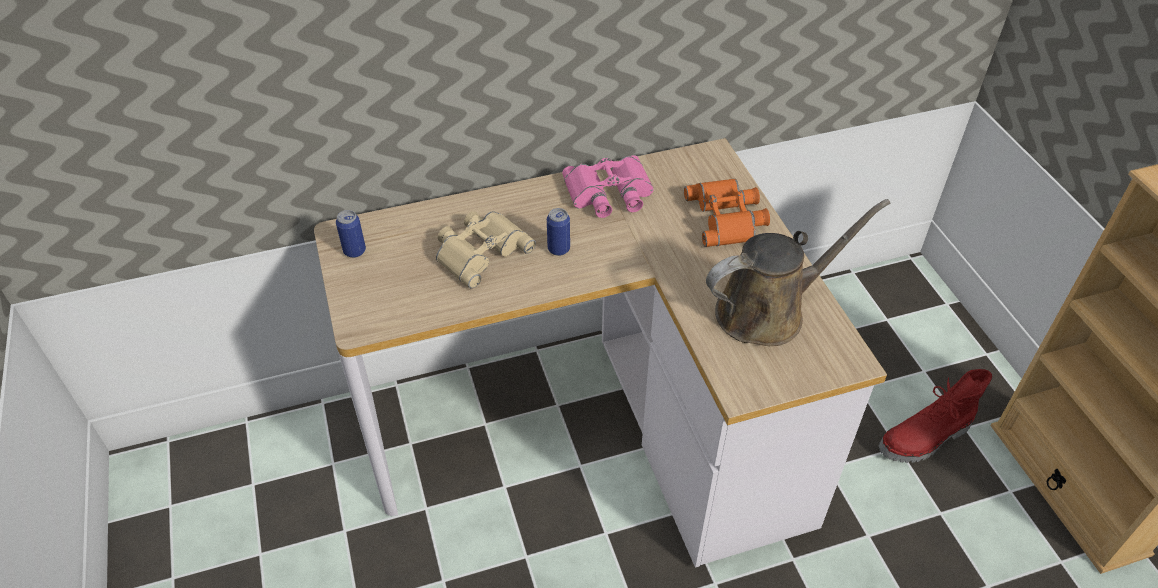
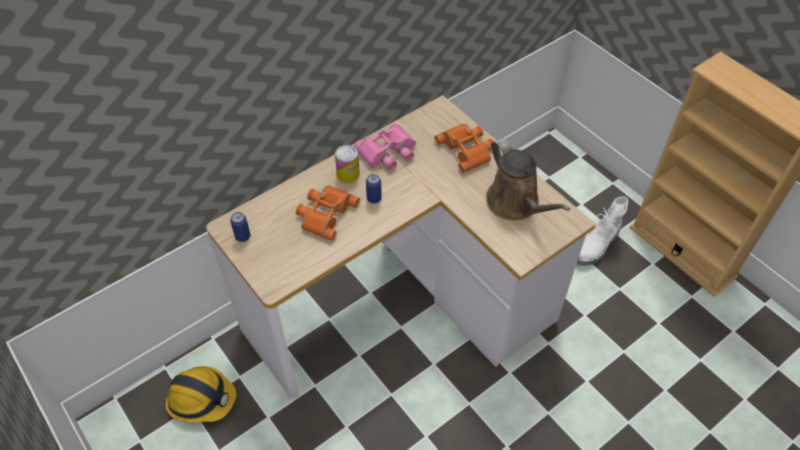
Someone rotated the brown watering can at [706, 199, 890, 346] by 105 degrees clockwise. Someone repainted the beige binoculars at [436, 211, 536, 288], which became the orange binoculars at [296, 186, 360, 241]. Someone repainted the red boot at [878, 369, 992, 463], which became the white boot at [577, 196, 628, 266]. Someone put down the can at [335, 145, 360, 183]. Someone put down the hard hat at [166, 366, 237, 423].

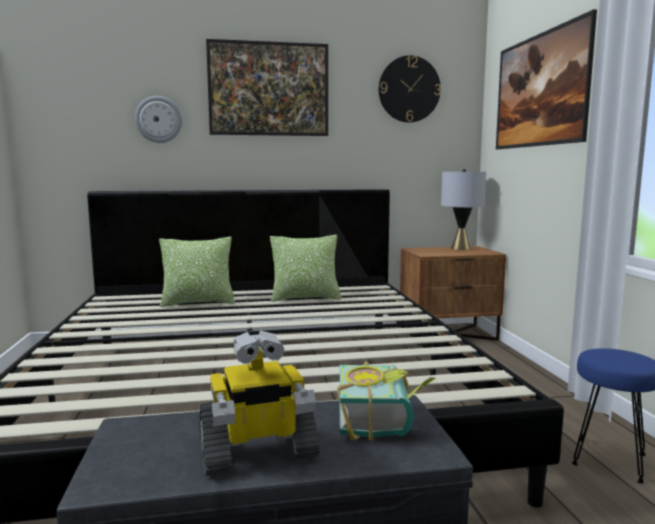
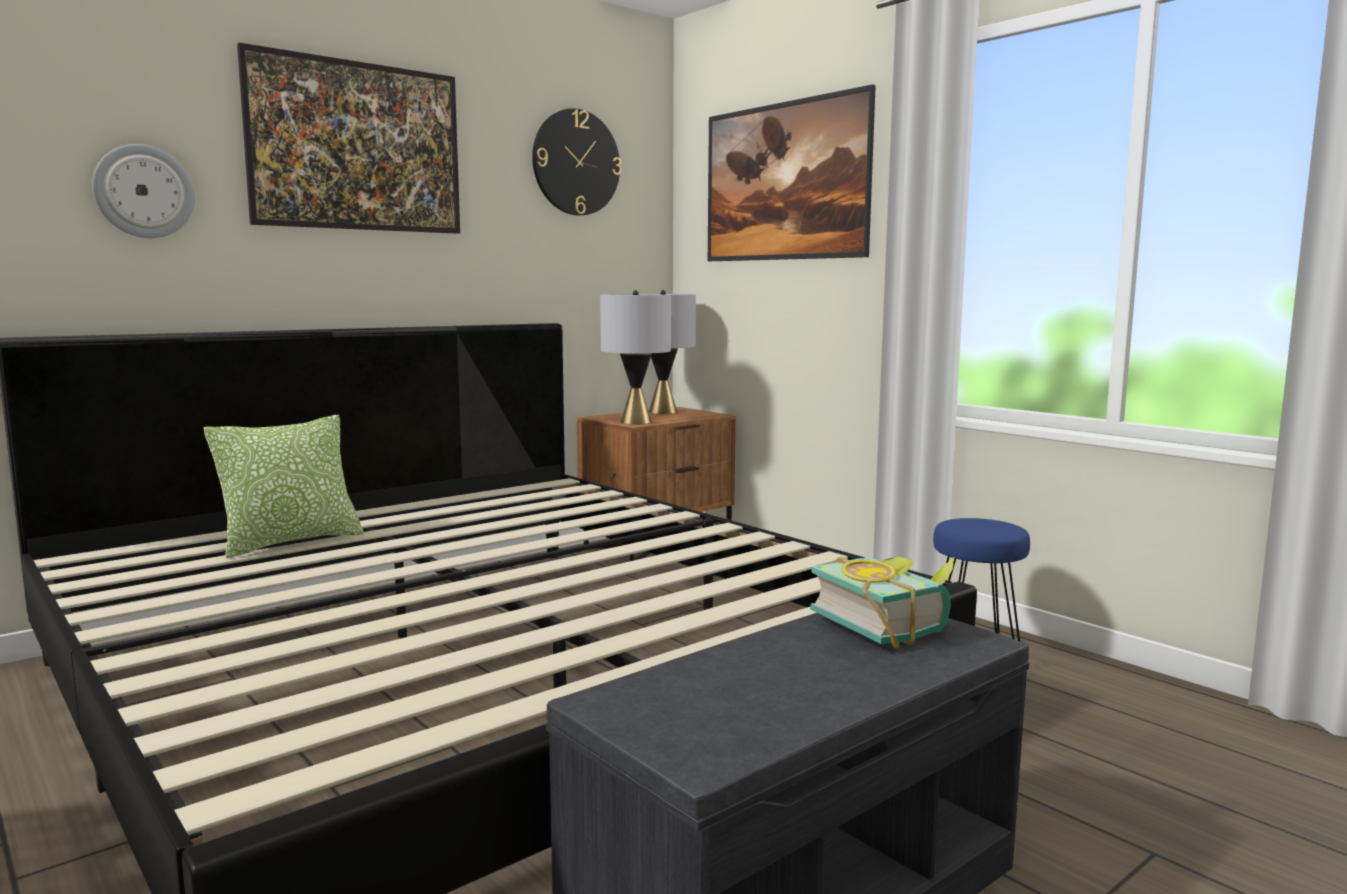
Someone took away the pillow at [270, 235, 341, 302]. Someone took away the toy robot at [199, 330, 320, 476]. Someone put down the grey table lamp at [600, 290, 671, 425].

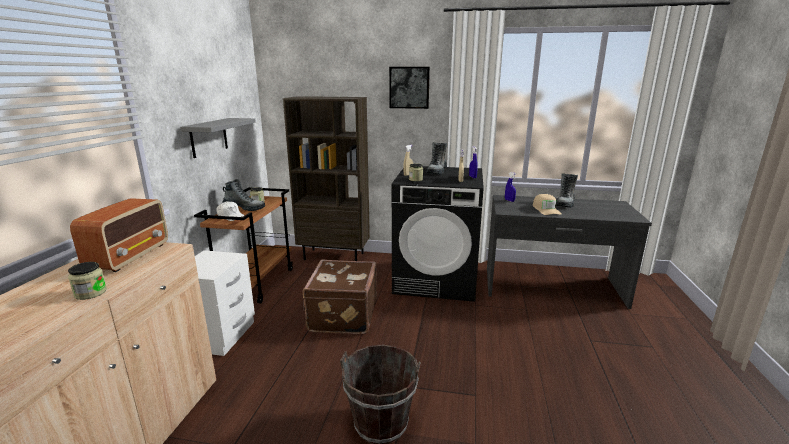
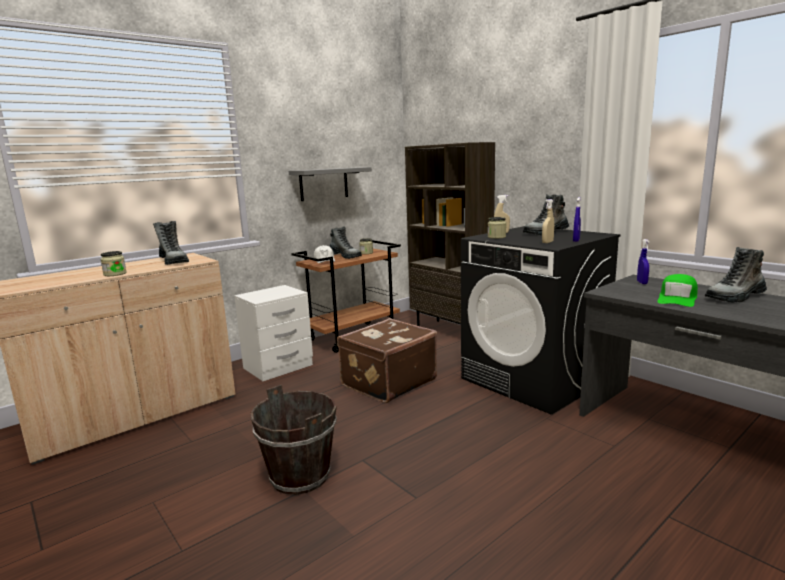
Someone took away the picture at [389, 67, 430, 109]. Someone repainted the beige cap at [533, 194, 562, 215], which became the green cap at [657, 274, 698, 307]. Someone swapped the radio at [70, 198, 168, 272] for the boot at [153, 221, 189, 265].

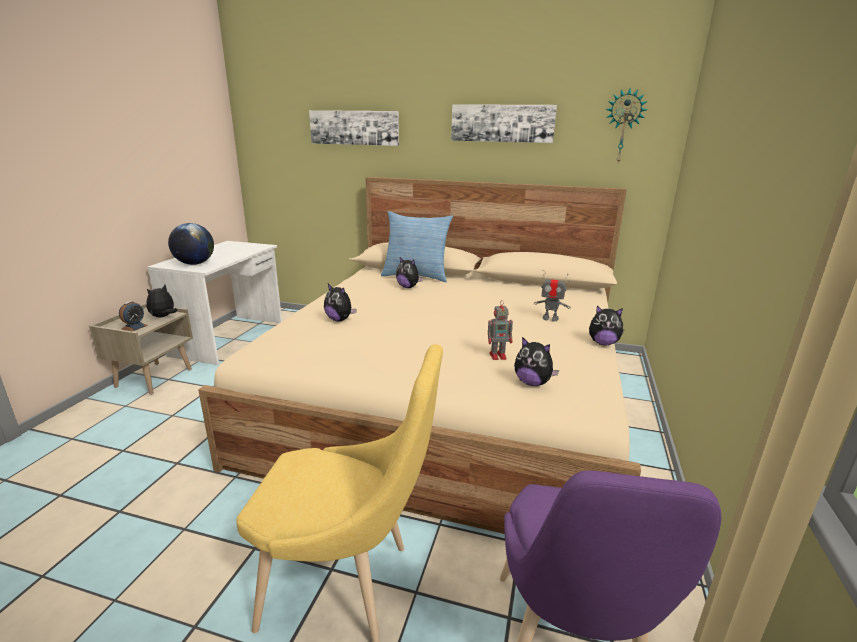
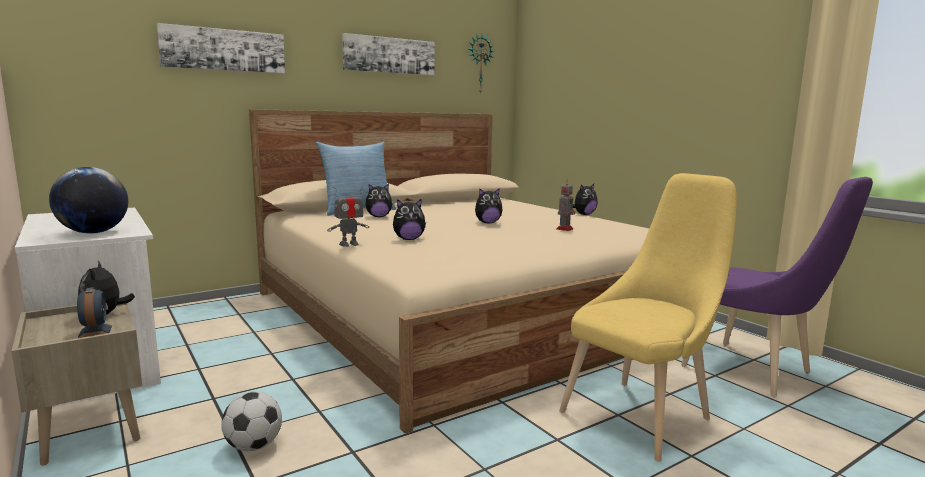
Someone carried the toy robot from [534, 270, 571, 321] to [327, 187, 369, 247]. Someone carried the plush toy from [514, 337, 559, 386] to [475, 188, 503, 224]. Someone put down the football at [221, 392, 282, 451].

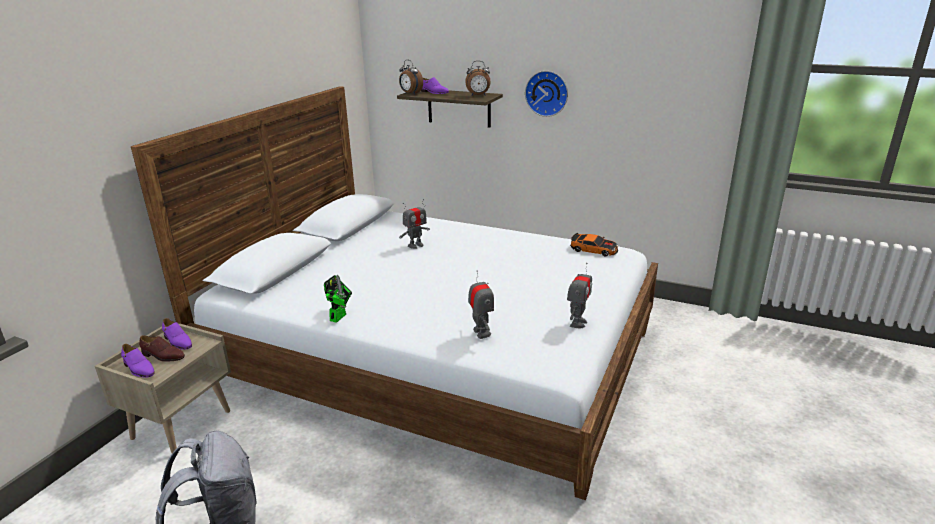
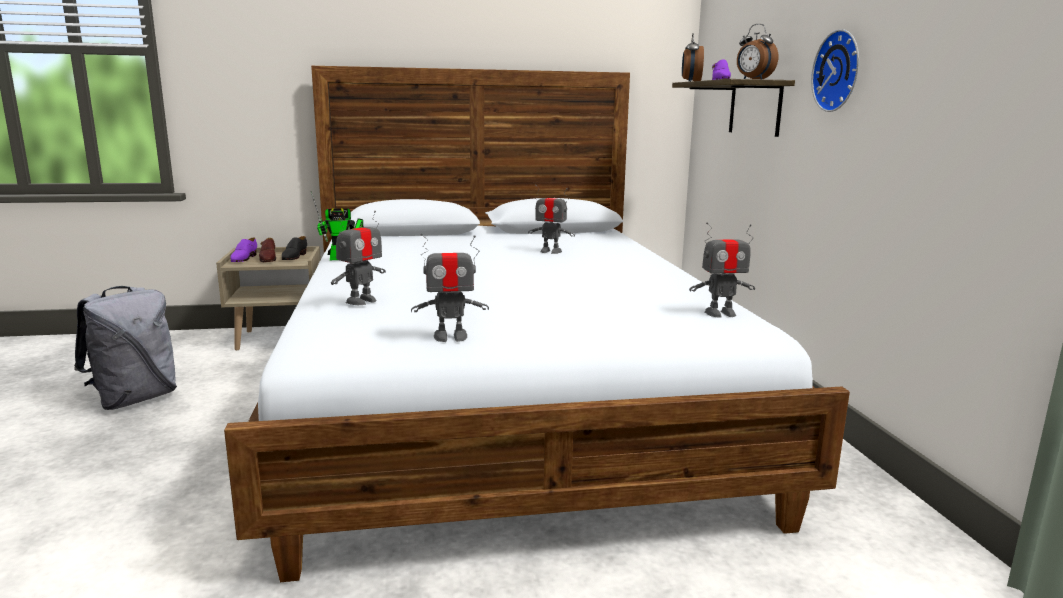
Someone swapped the toy car at [570, 233, 618, 256] for the toy robot at [689, 222, 755, 318]. Someone repainted the purple shoe at [162, 318, 192, 350], which became the black shoe at [282, 236, 307, 260].

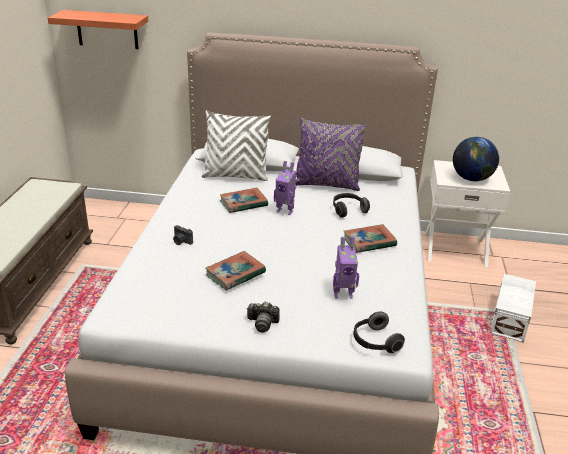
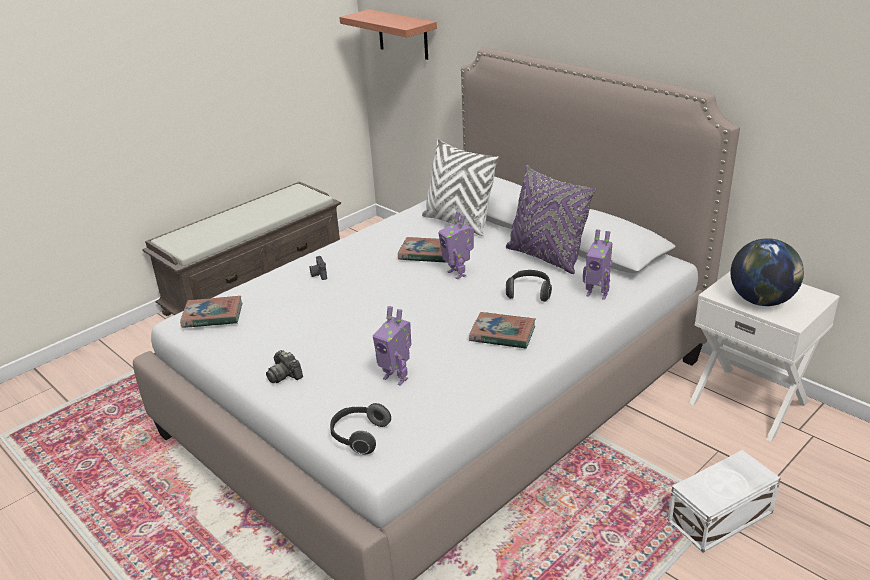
Someone carried the book from [205, 251, 266, 290] to [180, 296, 242, 328]. Someone put down the toy robot at [583, 229, 612, 300].

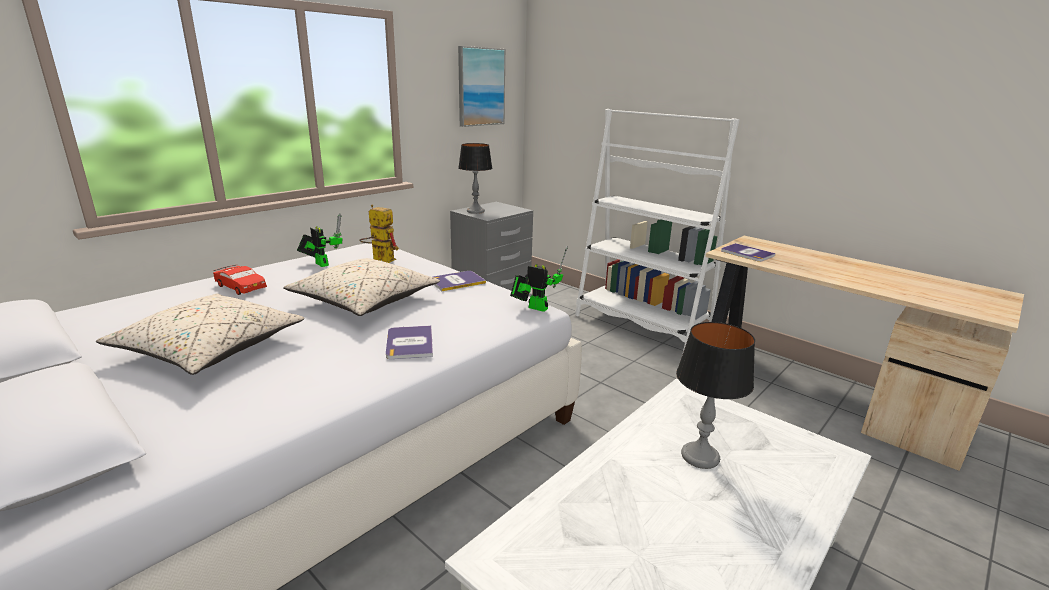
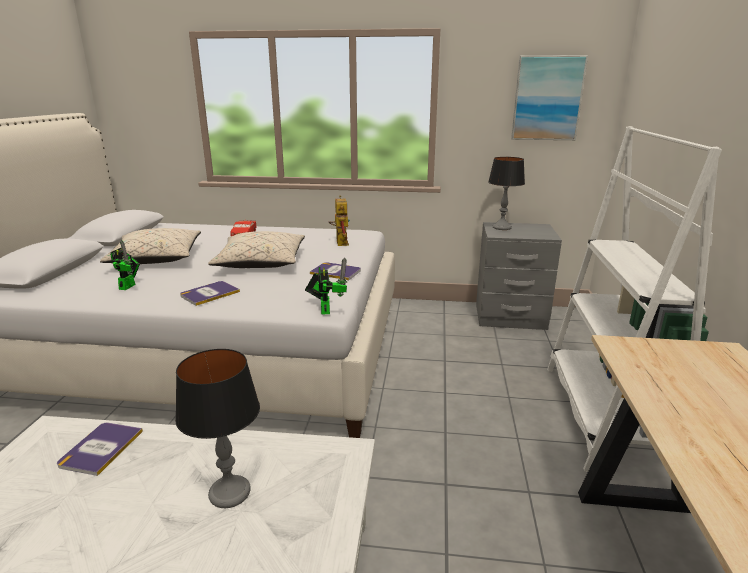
Someone carried the toy robot from [297, 213, 342, 267] to [110, 240, 140, 290]. Someone carried the book from [721, 243, 776, 262] to [57, 423, 143, 476].

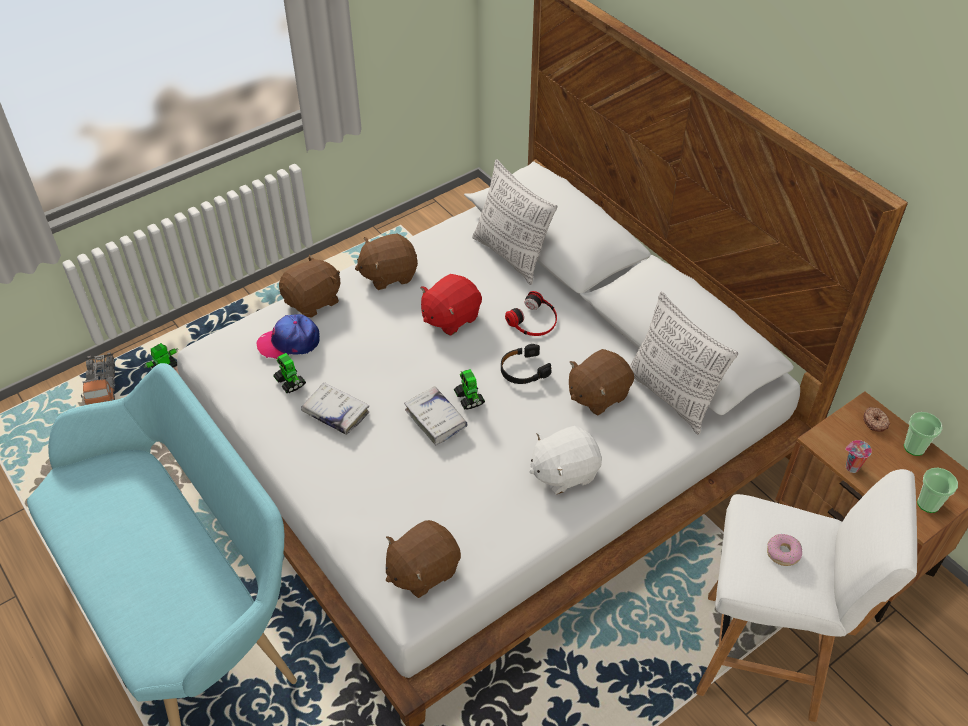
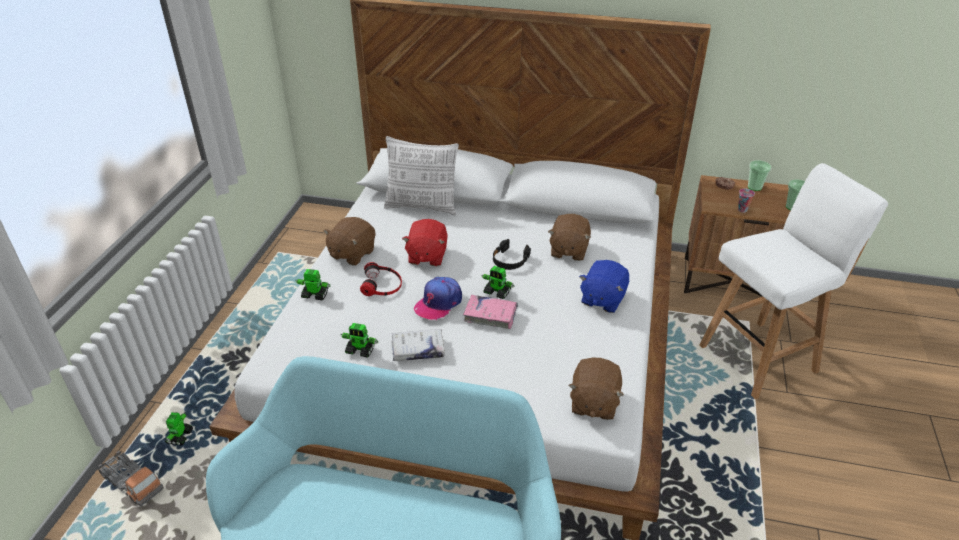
Someone swapped the brown plush toy at [279, 254, 340, 318] for the toy robot at [295, 269, 330, 300]. Someone carried the headphones from [505, 291, 557, 336] to [360, 262, 402, 296]. Someone took away the pillow at [629, 292, 738, 435]. Someone carried the cap from [256, 314, 320, 359] to [414, 277, 462, 320]. Someone repainted the white book at [404, 386, 468, 445], which became the pink book at [463, 295, 518, 329]. Someone repainted the white plush toy at [529, 426, 602, 495], which became the blue plush toy at [579, 260, 629, 313]. Someone took away the donut at [767, 534, 802, 566].

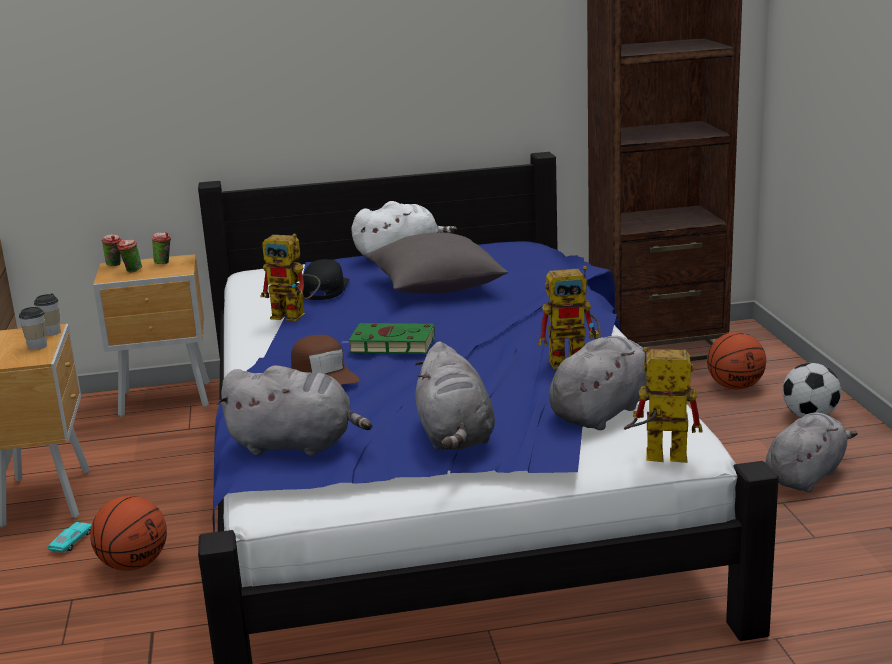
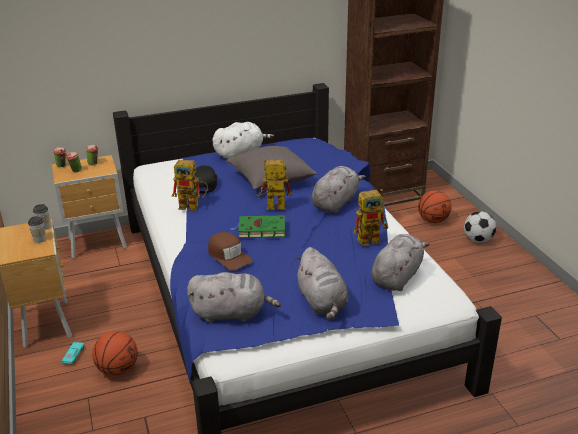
Someone carried the toy robot from [624, 347, 703, 463] to [256, 160, 292, 210]. Someone carried the grey plush toy from [766, 412, 858, 492] to [312, 166, 366, 213].

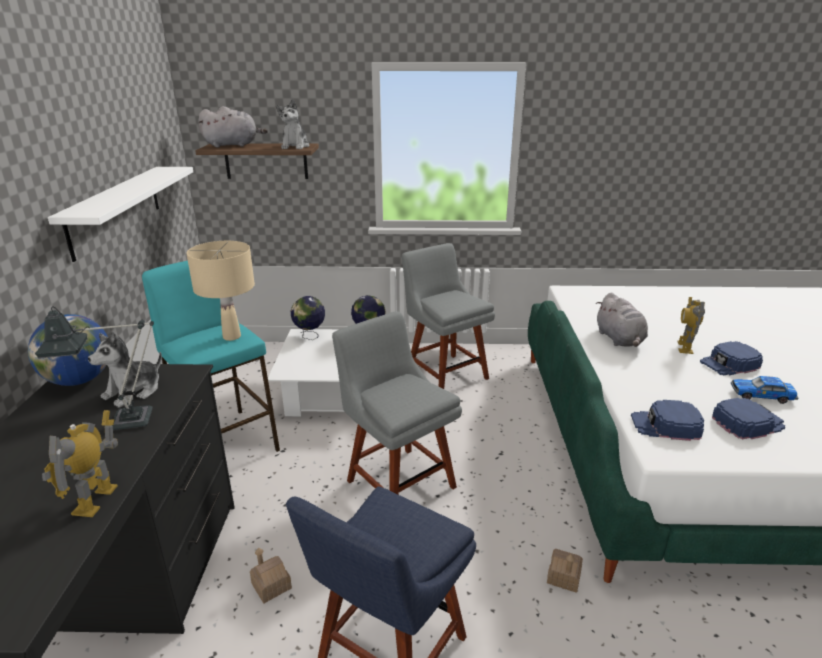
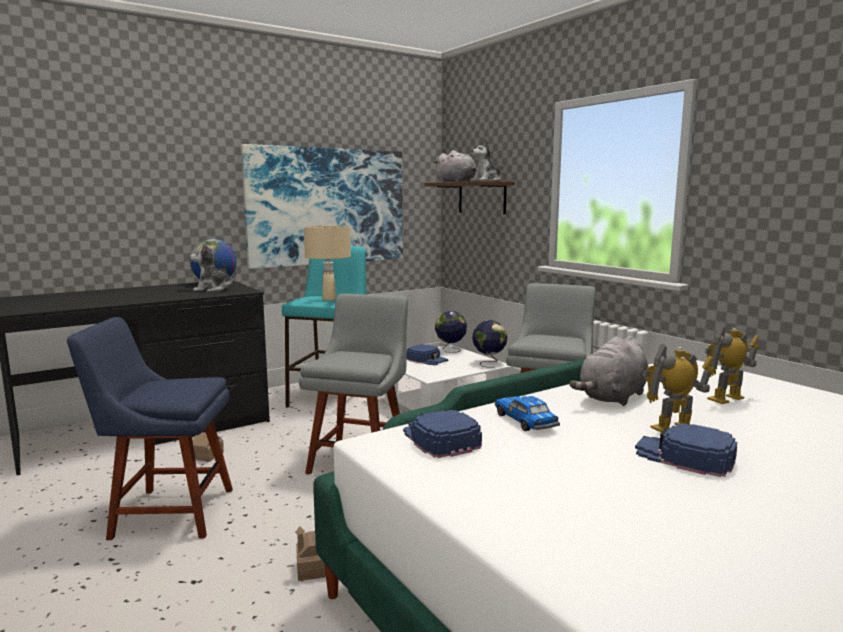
Someone swapped the white shelf at [48, 167, 193, 262] for the picture at [241, 144, 403, 269]. Someone took away the table lamp at [35, 306, 154, 430]. Someone carried the toy car from [731, 376, 798, 404] to [495, 396, 560, 431]. Someone carried the blue cap from [712, 398, 785, 439] to [406, 344, 449, 365]. Someone carried the toy robot from [42, 410, 118, 517] to [705, 324, 760, 404].

